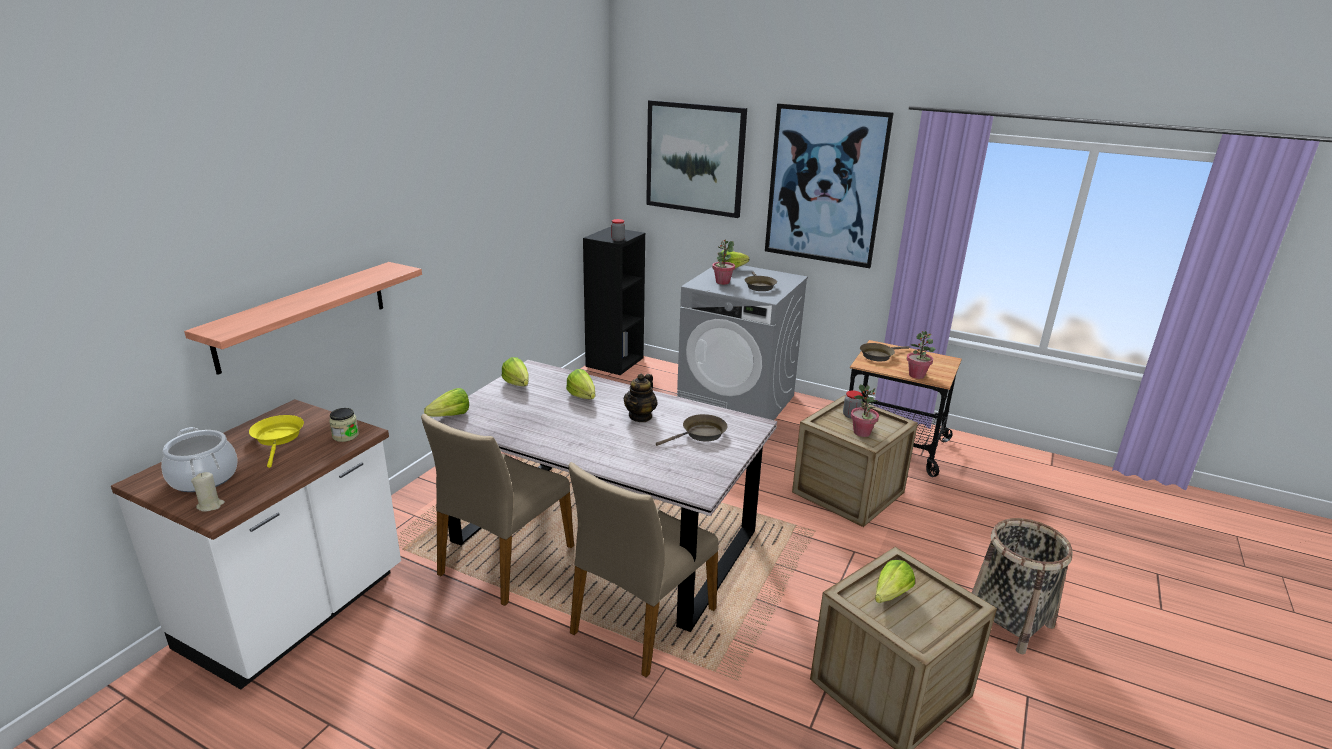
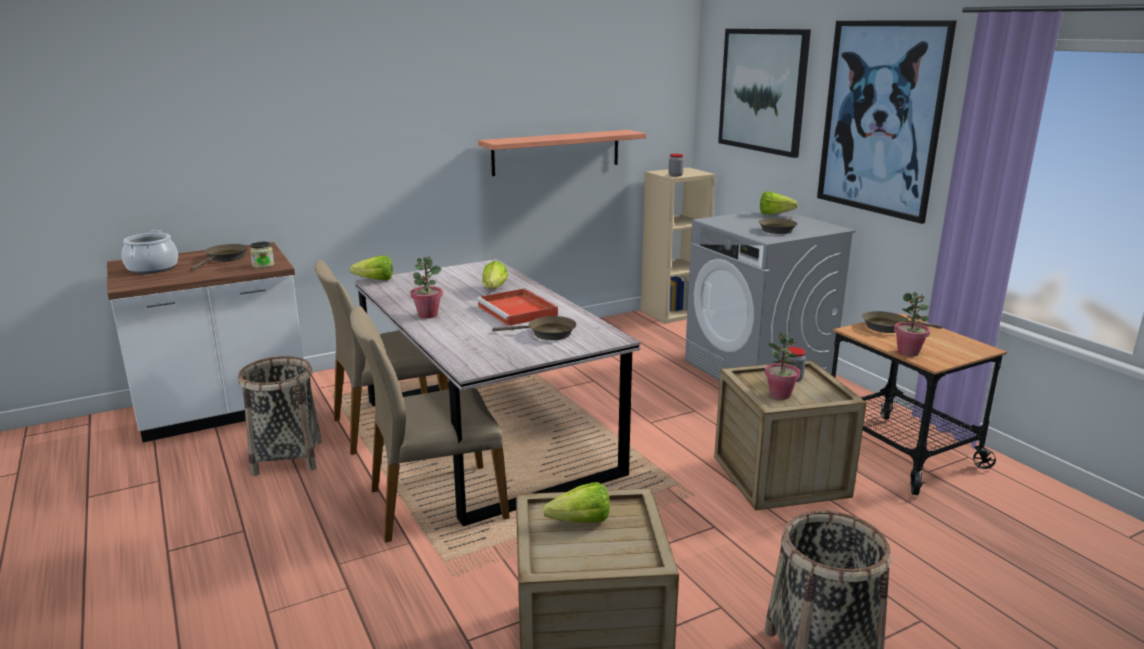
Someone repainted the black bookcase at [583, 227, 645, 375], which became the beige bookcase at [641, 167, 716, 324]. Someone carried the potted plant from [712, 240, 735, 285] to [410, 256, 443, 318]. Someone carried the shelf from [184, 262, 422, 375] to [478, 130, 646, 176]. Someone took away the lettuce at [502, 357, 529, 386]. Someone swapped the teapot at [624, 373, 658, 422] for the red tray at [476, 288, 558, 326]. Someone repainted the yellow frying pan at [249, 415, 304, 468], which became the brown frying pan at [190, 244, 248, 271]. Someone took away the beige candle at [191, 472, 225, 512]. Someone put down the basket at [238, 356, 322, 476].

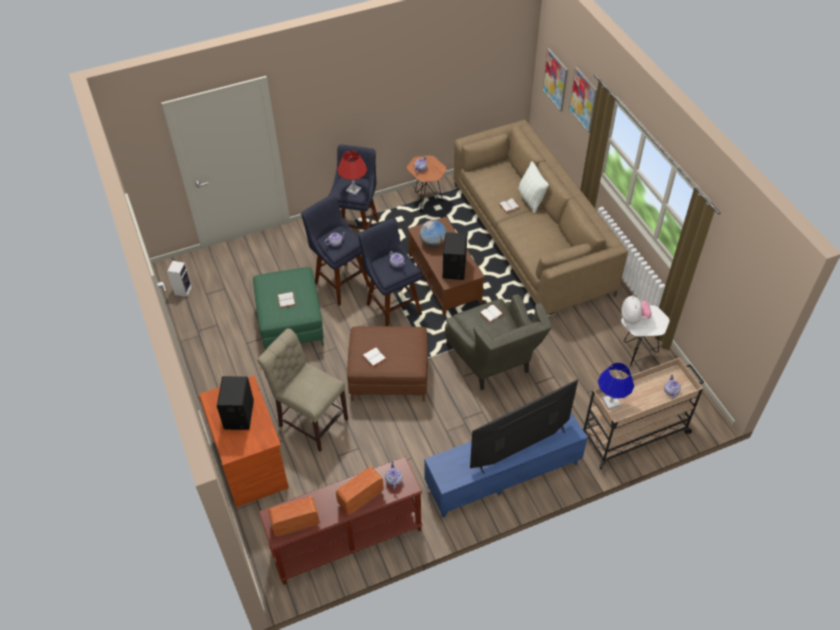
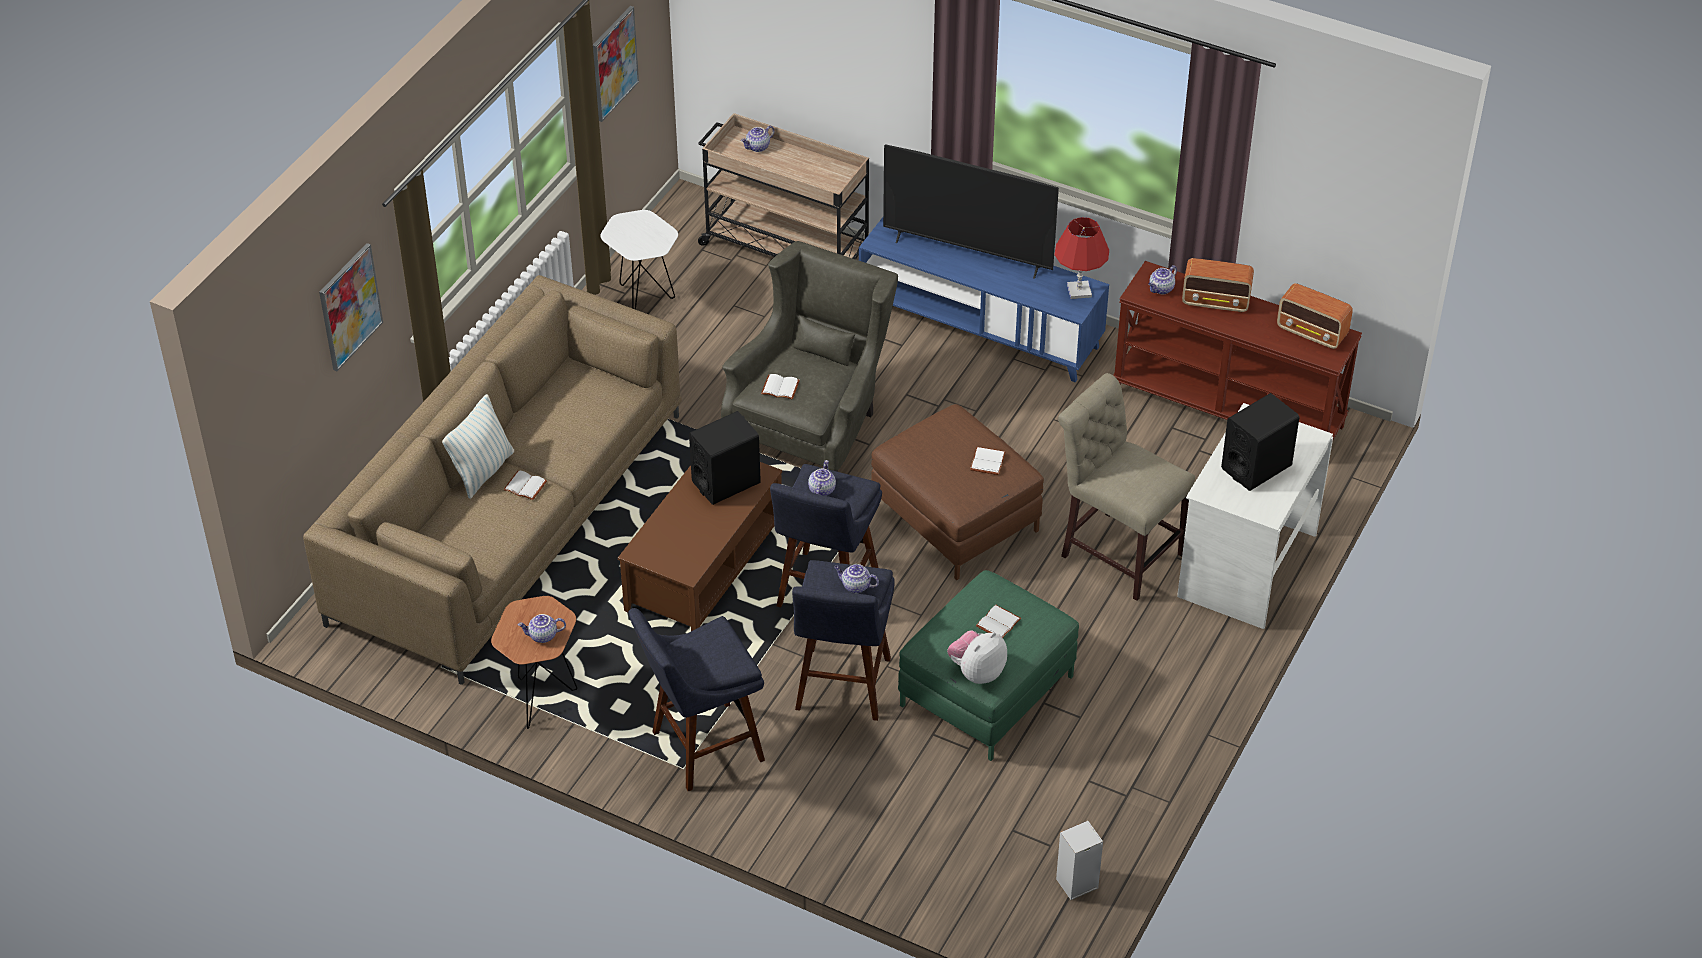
Someone carried the picture from [543, 48, 568, 112] to [593, 6, 639, 122]. Someone carried the red table lamp from [338, 151, 367, 195] to [1054, 217, 1109, 299]. Someone took away the globe at [420, 220, 446, 247]. Someone carried the plush toy from [621, 295, 652, 324] to [947, 630, 1007, 684]. Someone rotated the beige chair at [257, 328, 348, 452] by 135 degrees clockwise. Someone took away the blue table lamp at [598, 363, 634, 410]. Someone repainted the brown desk at [199, 376, 289, 507], which became the white desk at [1177, 403, 1333, 629].

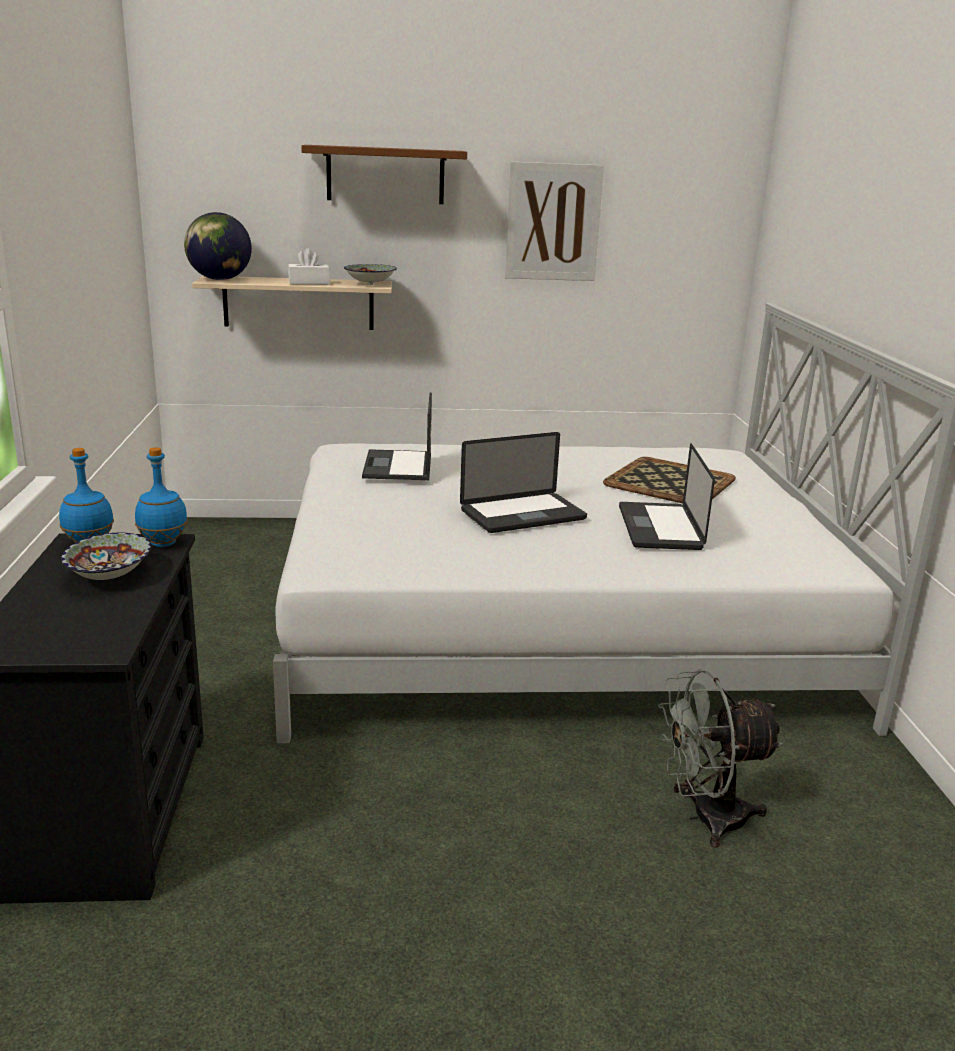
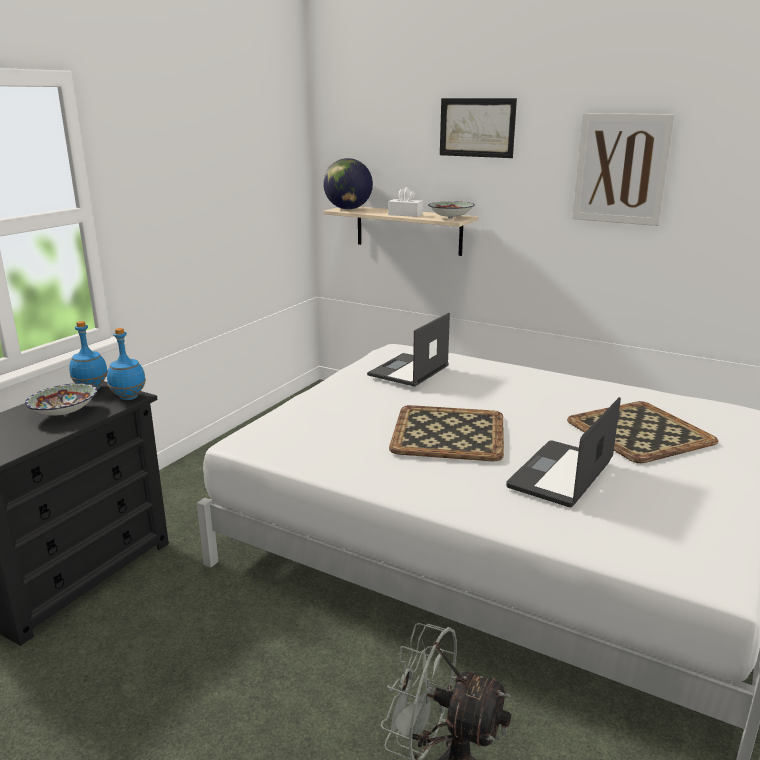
Someone swapped the brown shelf at [301, 145, 467, 204] for the picture at [440, 98, 517, 158]. Someone swapped the laptop at [460, 432, 587, 533] for the tray at [389, 405, 504, 461].

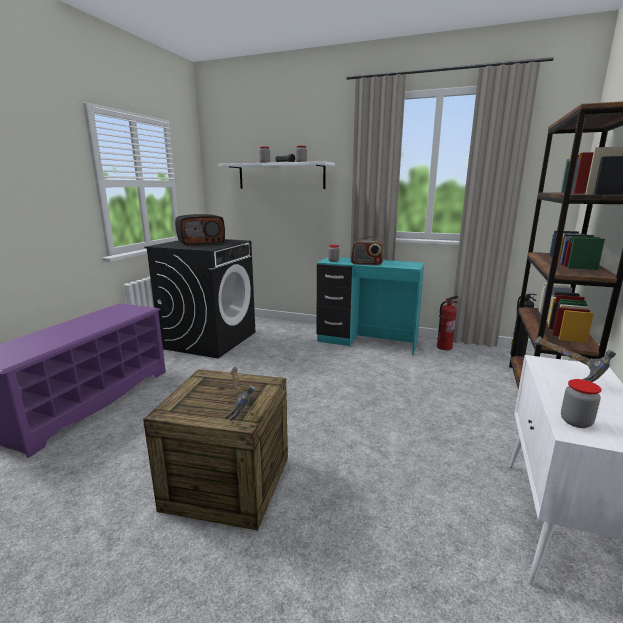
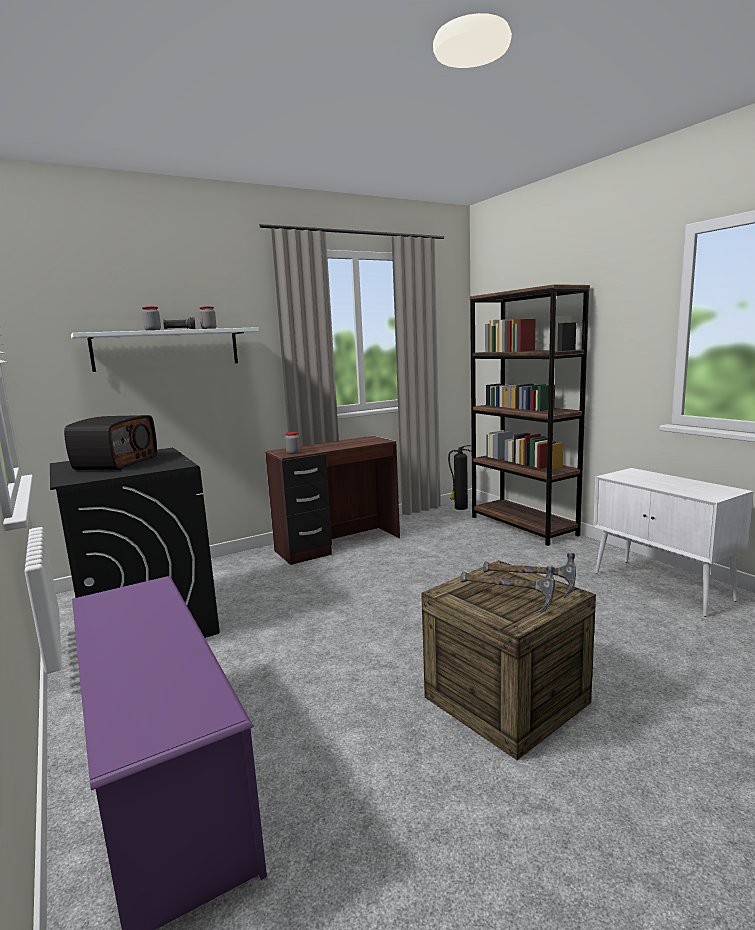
Someone took away the radio at [351, 236, 384, 266]. Someone repainted the turquoise desk at [316, 257, 424, 356], which became the brown desk at [265, 436, 400, 565]. Someone took away the fire extinguisher at [437, 296, 458, 350]. Someone carried the hammer from [534, 336, 616, 382] to [460, 566, 555, 614]. Someone took away the jar at [561, 379, 601, 428].

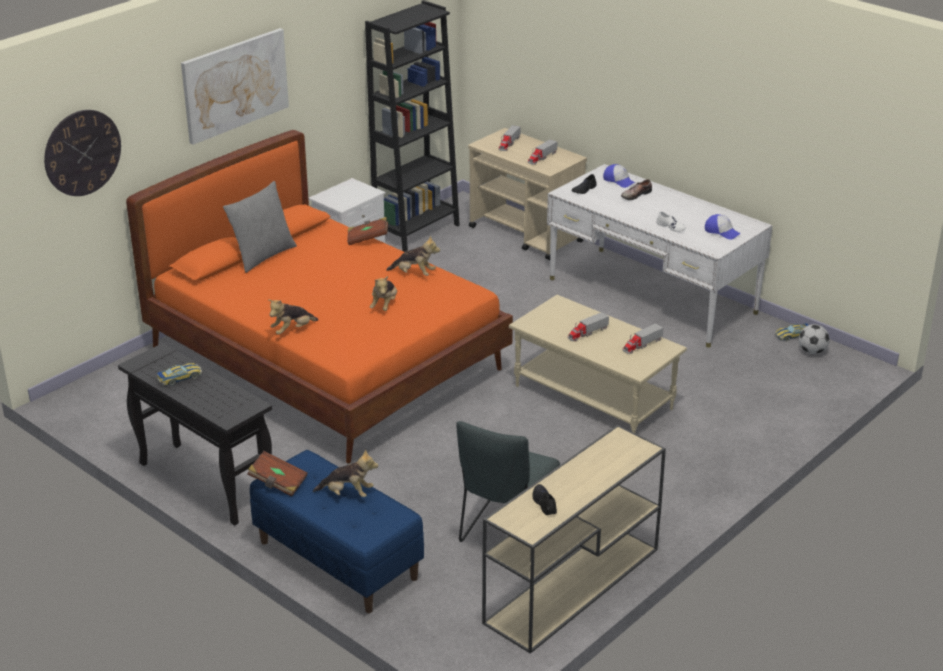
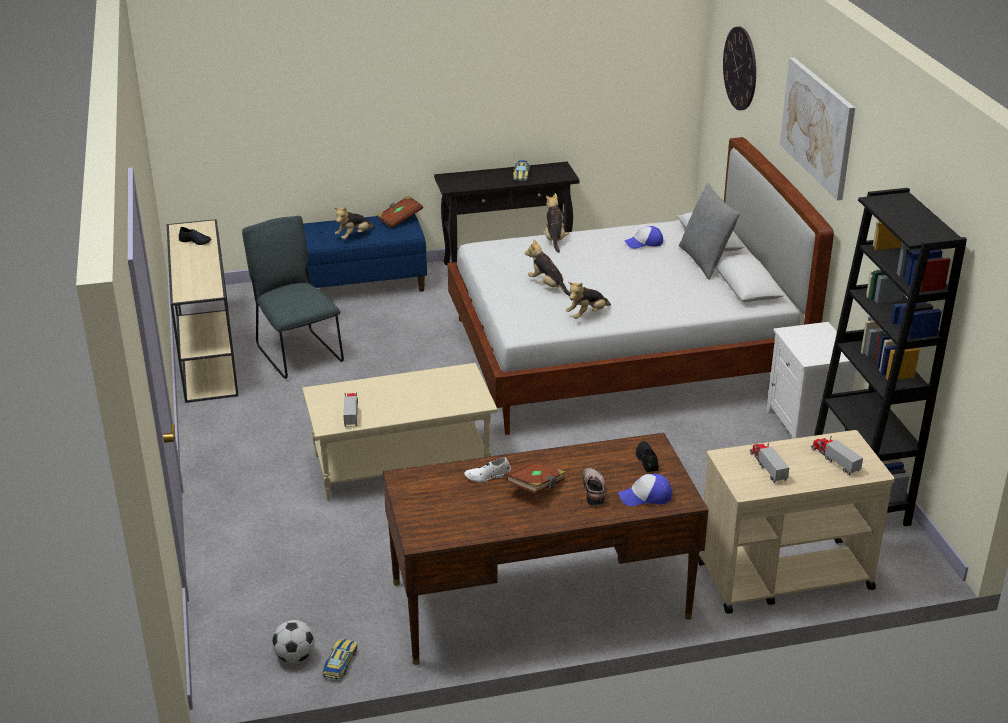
Someone repainted the orange bed at [126, 130, 513, 463], which became the white bed at [448, 137, 834, 435]. Someone repainted the white desk at [547, 164, 773, 348], which became the brown desk at [383, 433, 708, 665]. Someone carried the cap from [705, 214, 741, 240] to [625, 226, 663, 249]. Someone carried the brown book from [347, 217, 388, 245] to [503, 461, 566, 494]. Someone took away the toy truck at [568, 312, 609, 341].

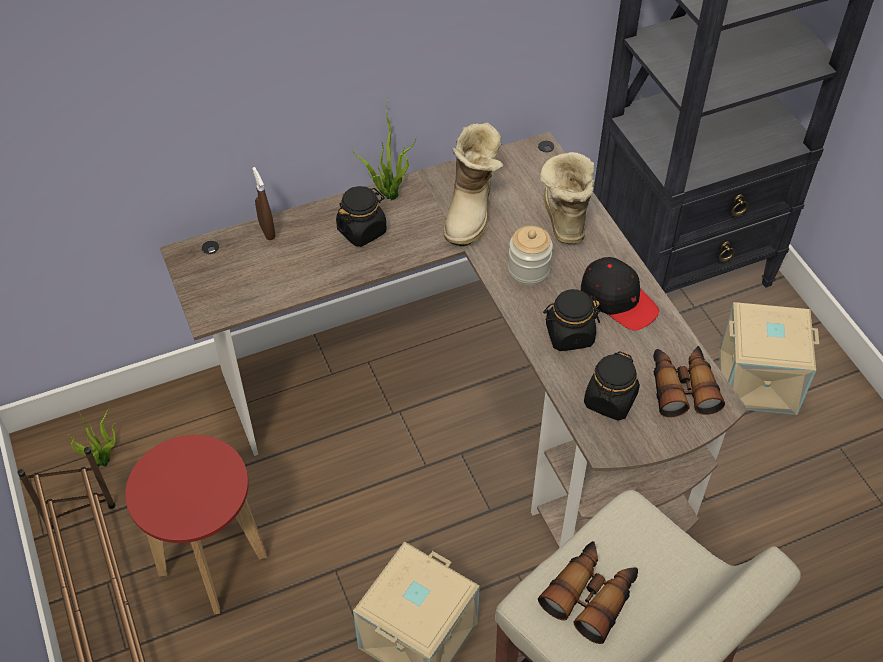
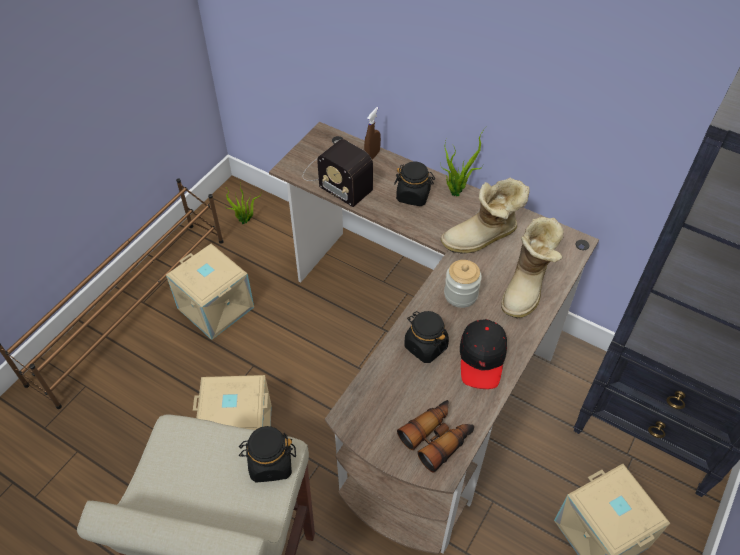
Someone rotated the boot at [540, 152, 595, 244] by 150 degrees clockwise. Someone carried the black jar from [584, 351, 640, 421] to [239, 426, 296, 483]. Someone swapped the red stool at [125, 435, 267, 615] for the beige storage box at [166, 243, 254, 340]. Someone took away the binoculars at [538, 541, 638, 644]. Someone put down the radio at [303, 139, 373, 207].

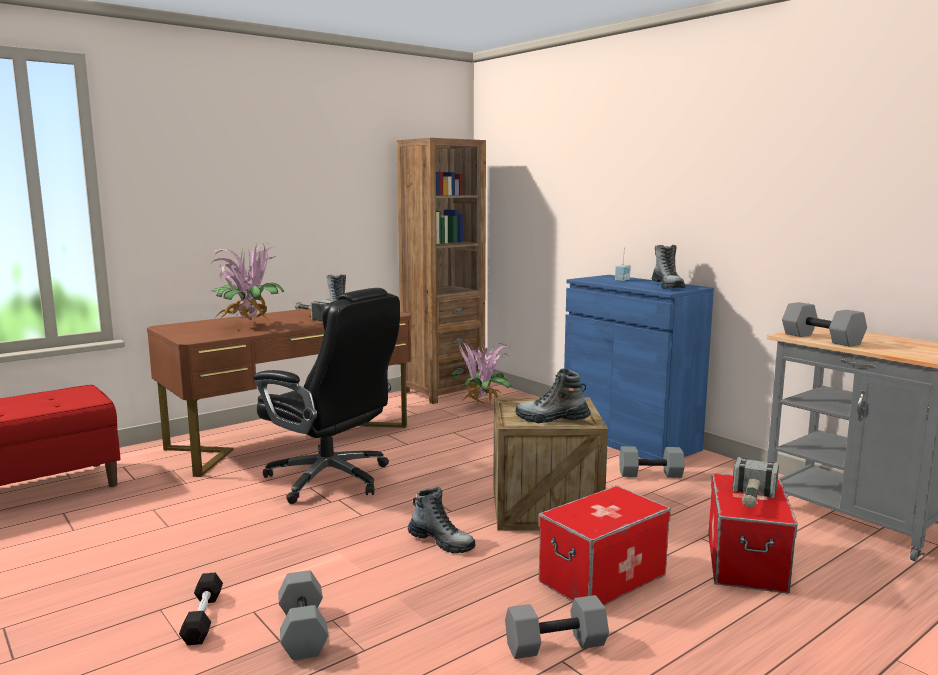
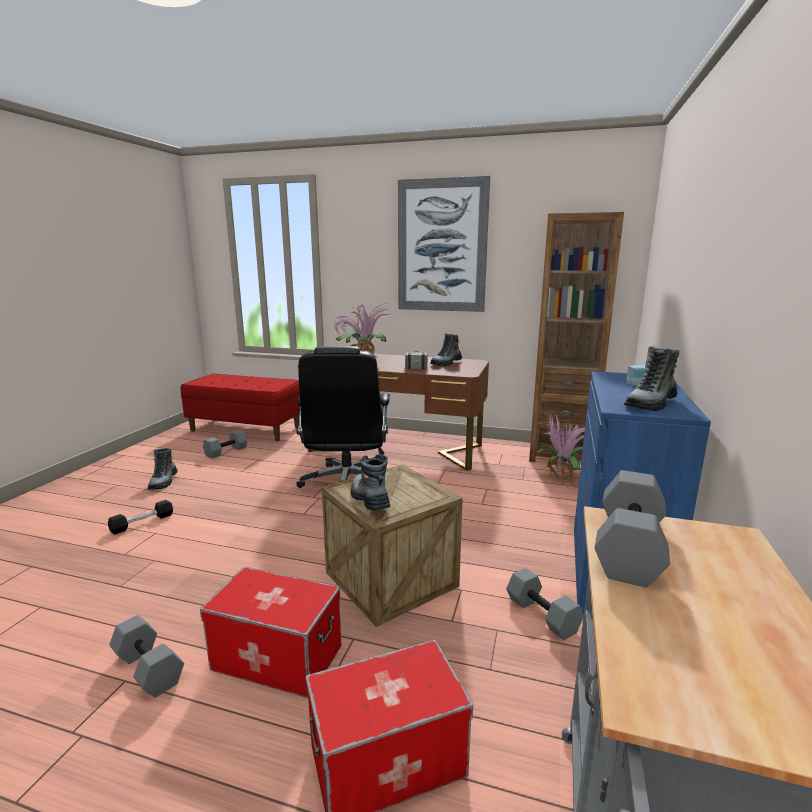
Someone took away the hammer at [732, 457, 779, 508]. Someone carried the boot from [408, 487, 476, 553] to [148, 448, 178, 490]. Someone carried the grey dumbbell from [278, 570, 329, 660] to [203, 430, 248, 459]. Someone put up the picture at [398, 176, 490, 312].

